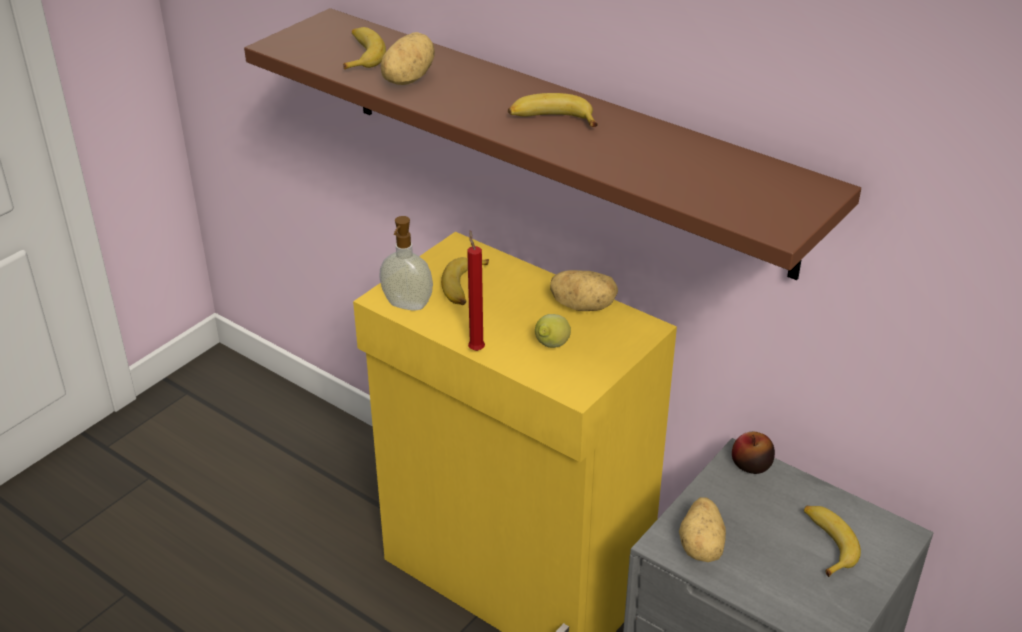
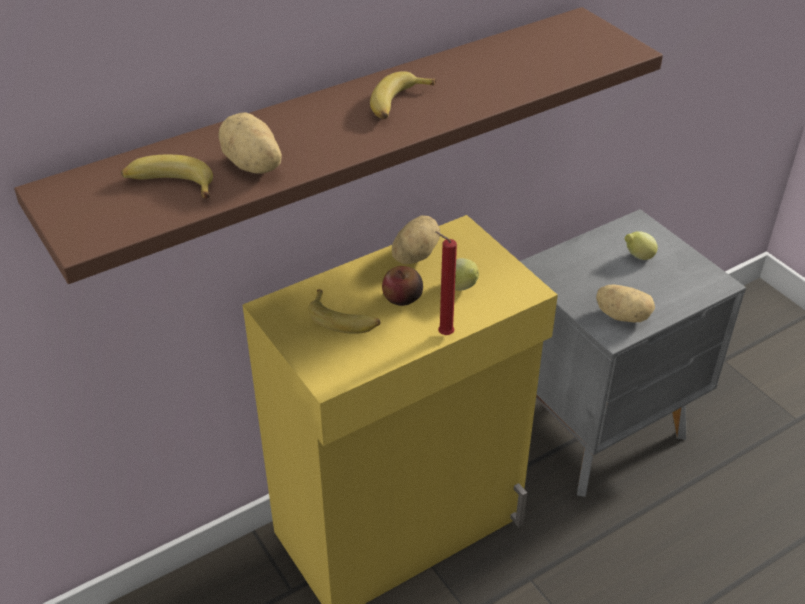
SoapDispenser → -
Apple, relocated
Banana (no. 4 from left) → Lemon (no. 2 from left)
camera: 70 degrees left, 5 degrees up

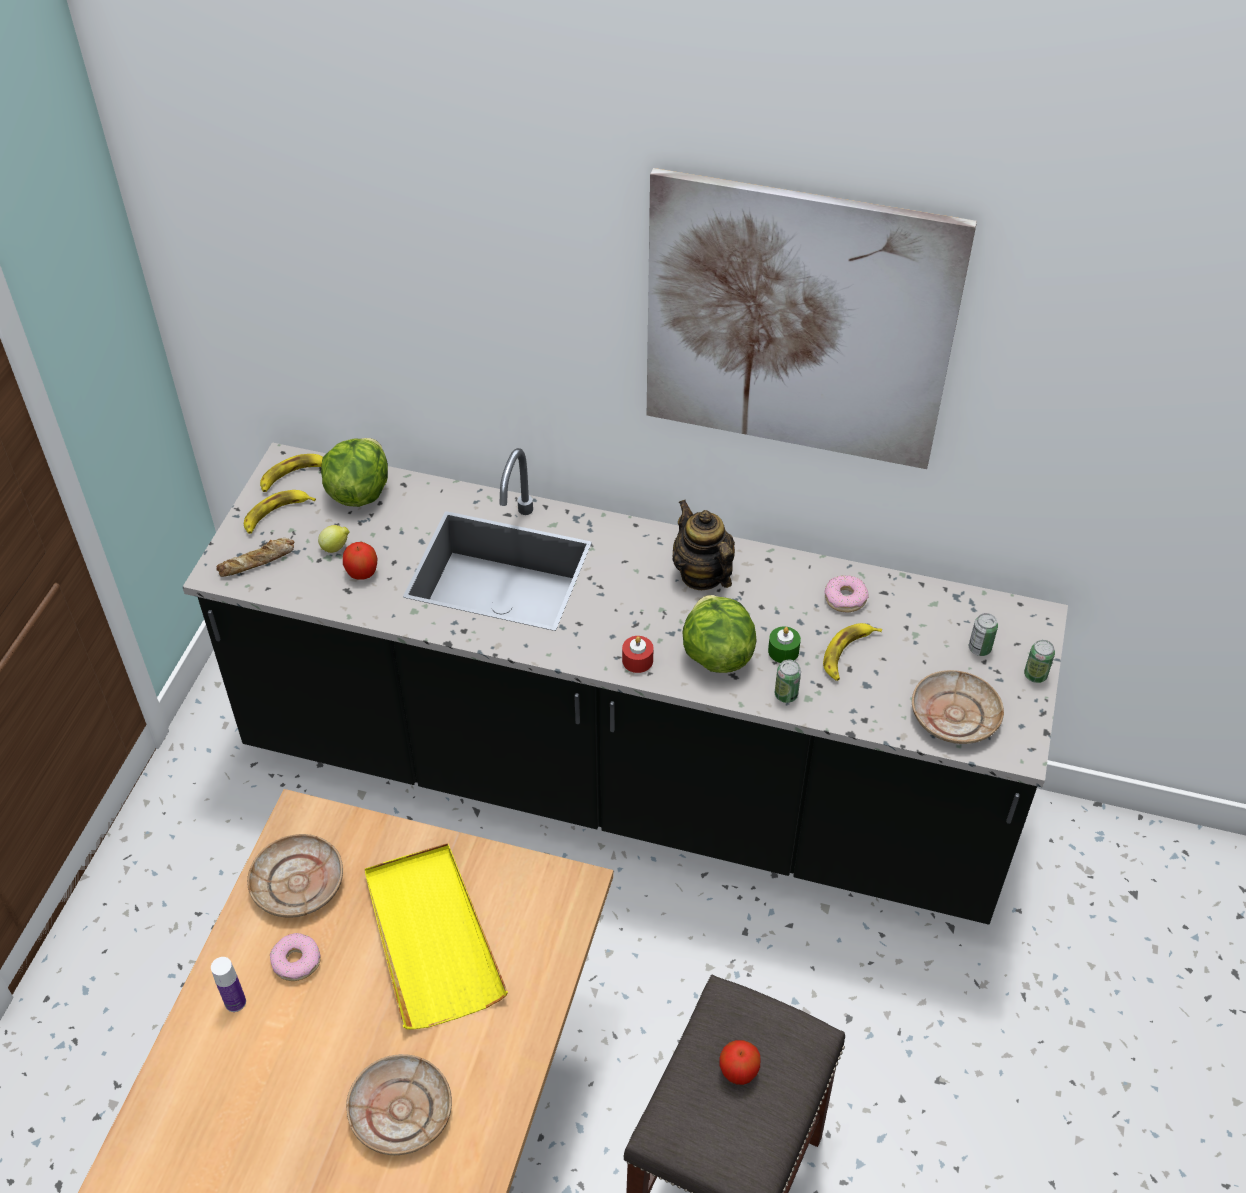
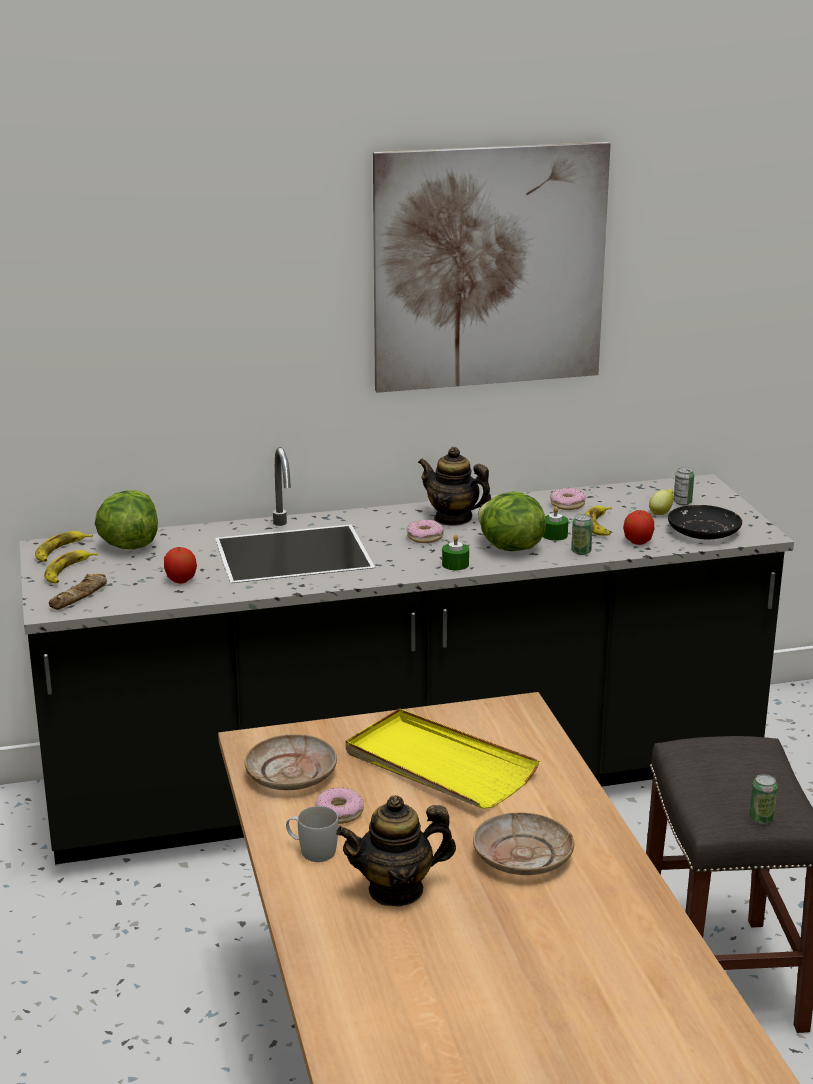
Lemon, relocated
RedCandle → GreenCandle (no. 1 from left)
Can (no. 3 from left), relocated
BeigePlate (no. 3 from left) → BlackPlate
Bottle → WhiteMug
Apple (no. 2 from left), relocated
- → Donut (no. 2 from left)
- → Teapot (no. 1 from left)
camera: 30 degrees left, 25 degrees down

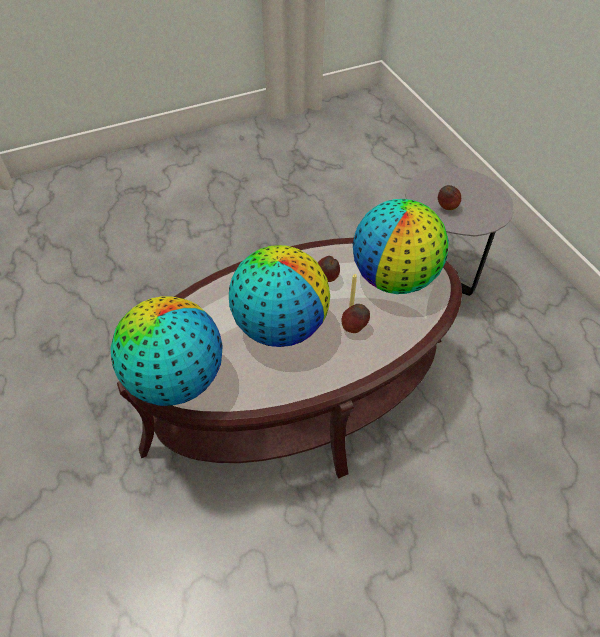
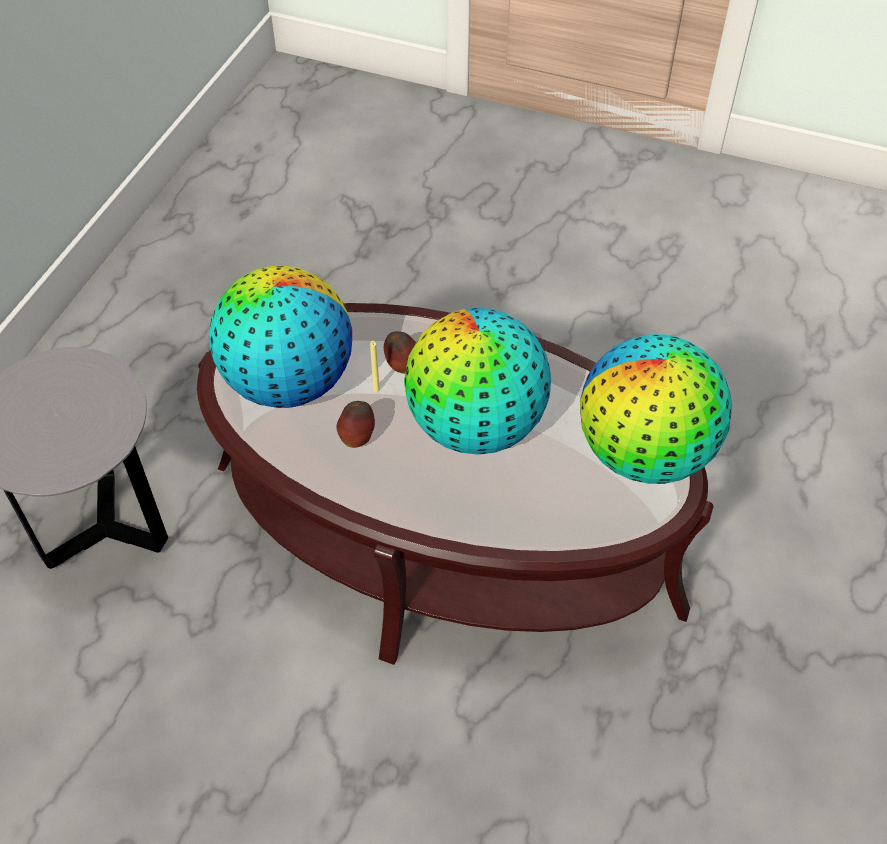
Apple (no. 3 from left) → -
camera: 135 degrees left, 0 degrees up

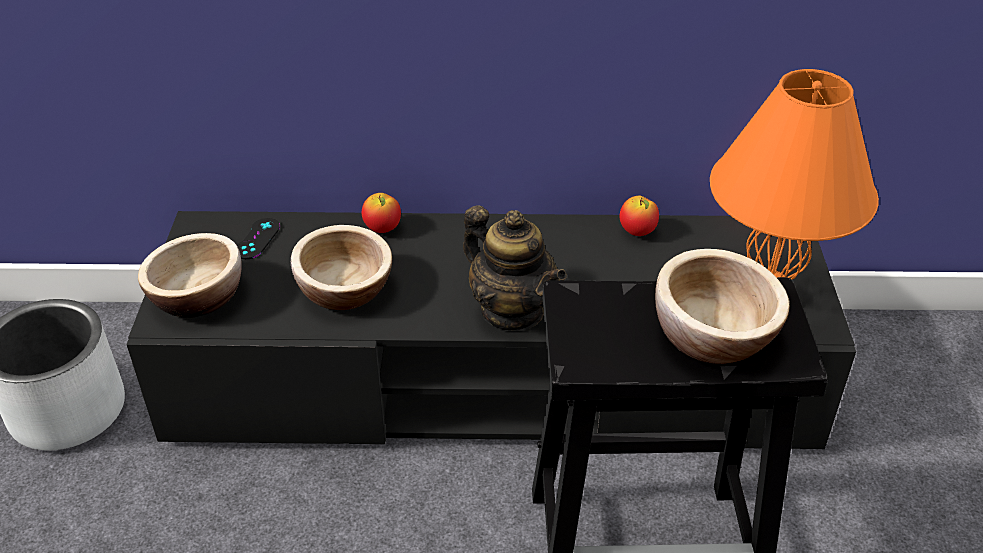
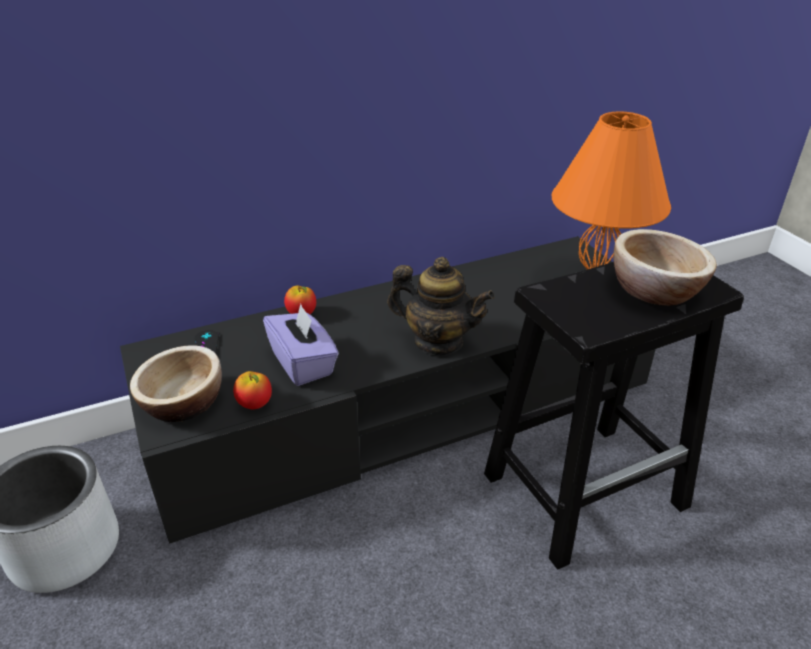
Apple (no. 2 from left in the first image) → Apple (no. 1 from left), relocated
Bowl (no. 2 from left) → PurpleTissueBox
camera: 25 degrees left, 5 degrees down

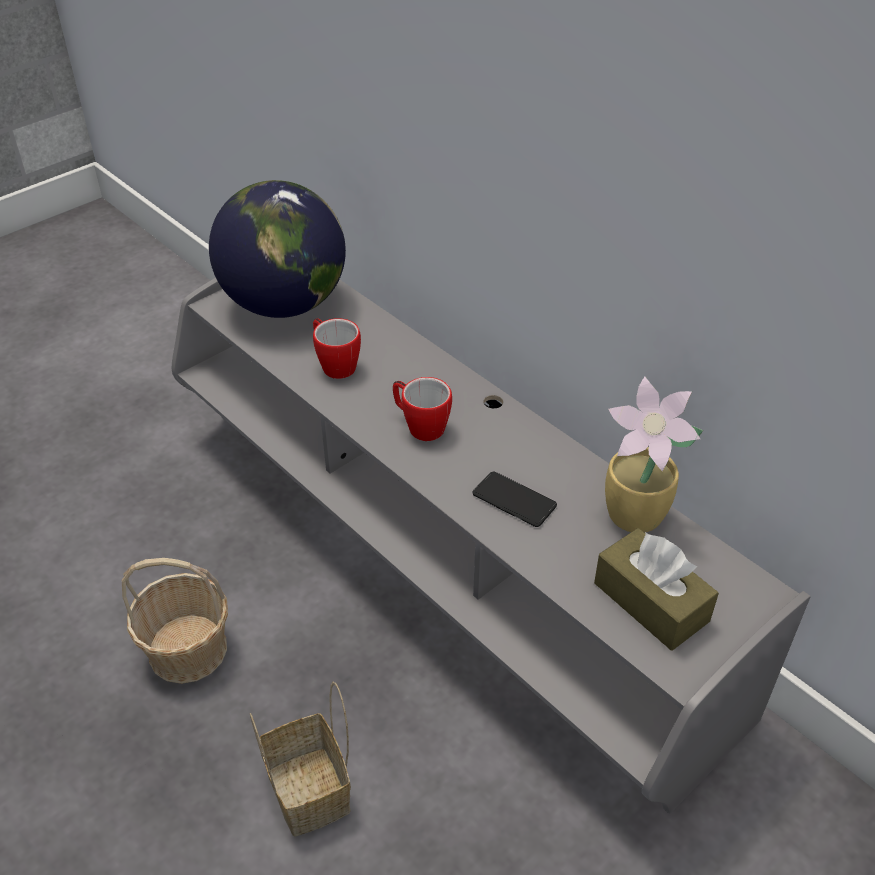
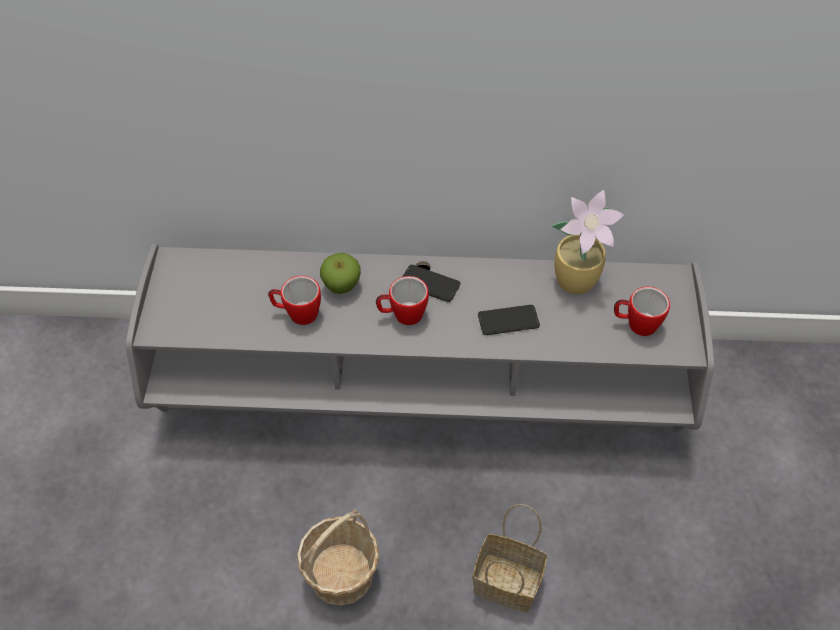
Globe → -
BrownTissueBox → Mug (no. 3 from left)
- → Apple
- → Phone (no. 1 from left)
camera: 45 degrees left, 10 degrees up

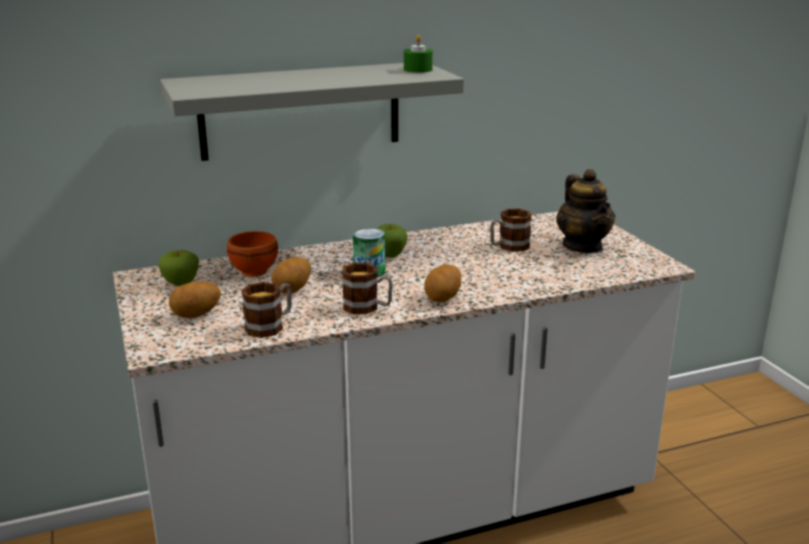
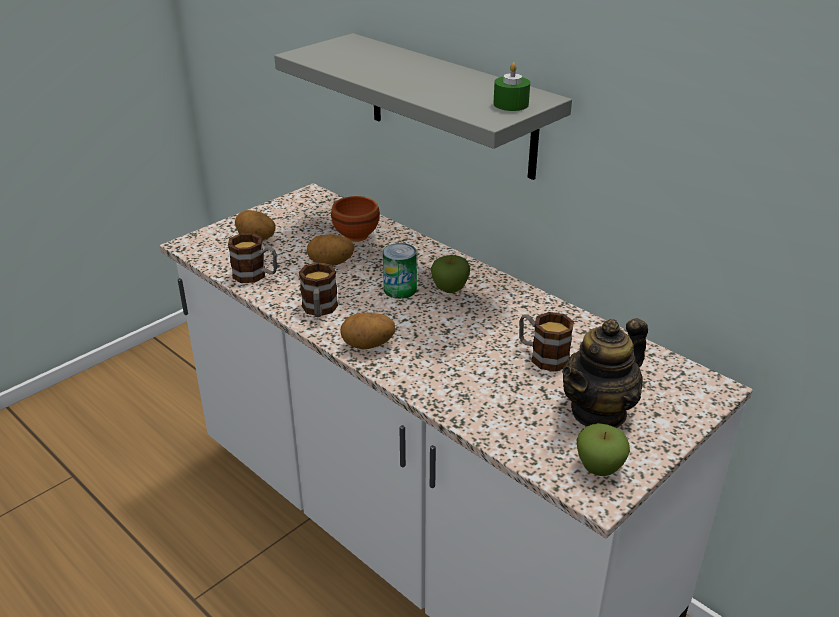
Apple (no. 1 from left in the first image) → Apple (no. 2 from left), relocated
camera: 65 degrees right, 10 degrees up

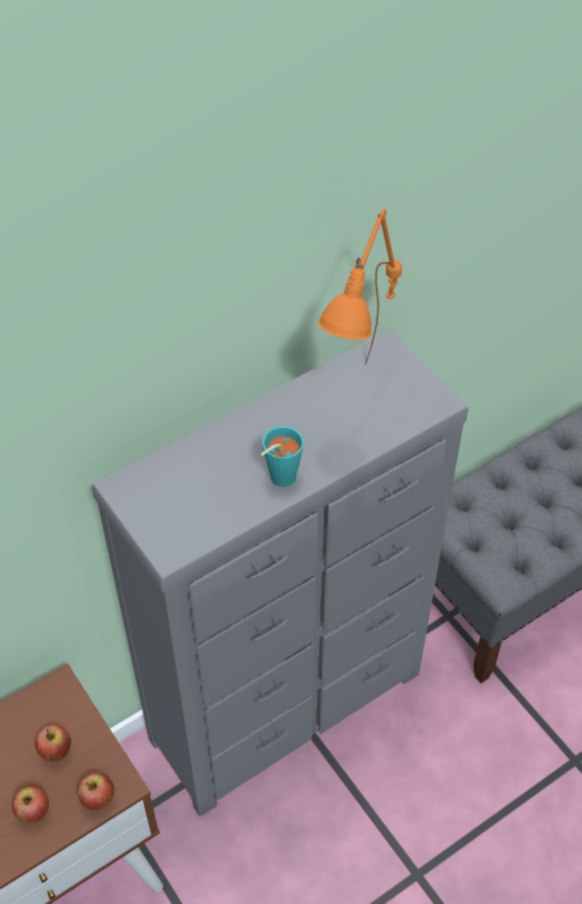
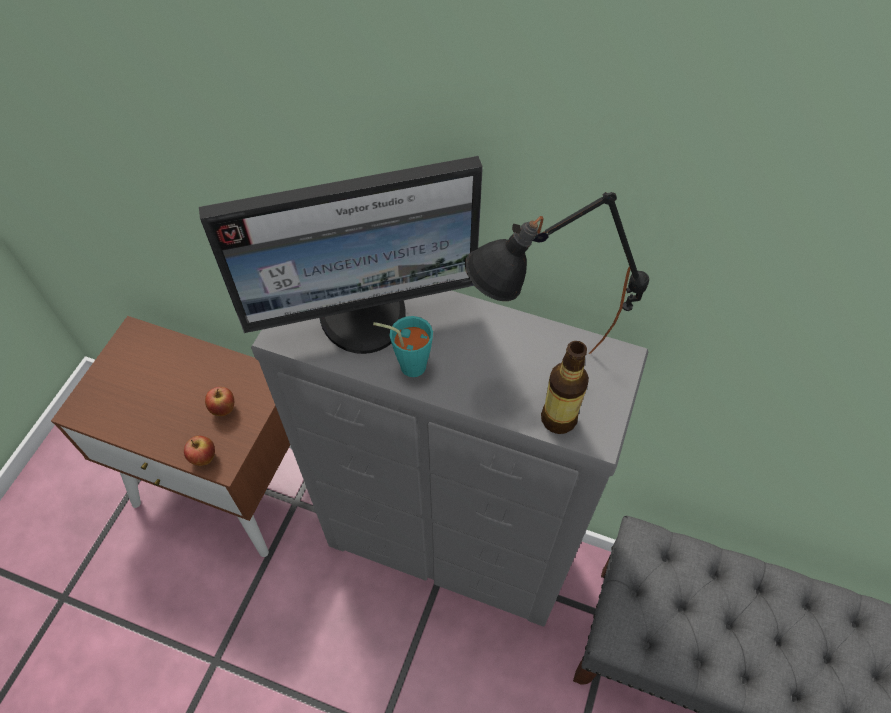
OrangeTableLamp → BlackTableLamp
Apple (no. 1 from left) → -
- → Monitor
- → Bottle
camera: 55 degrees right, 5 degrees up

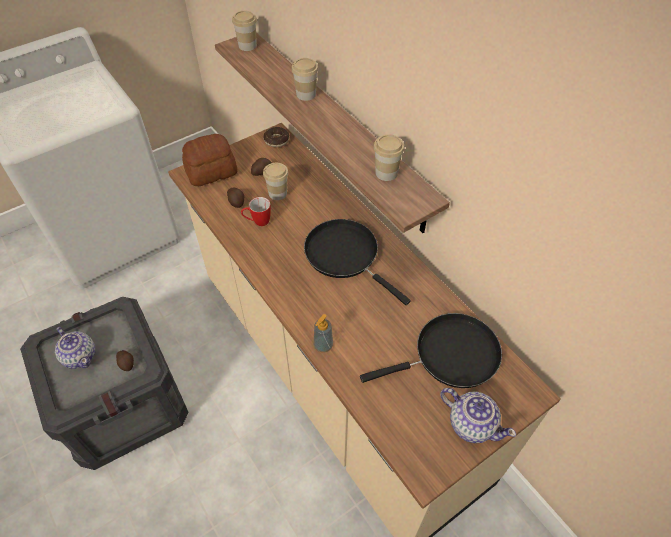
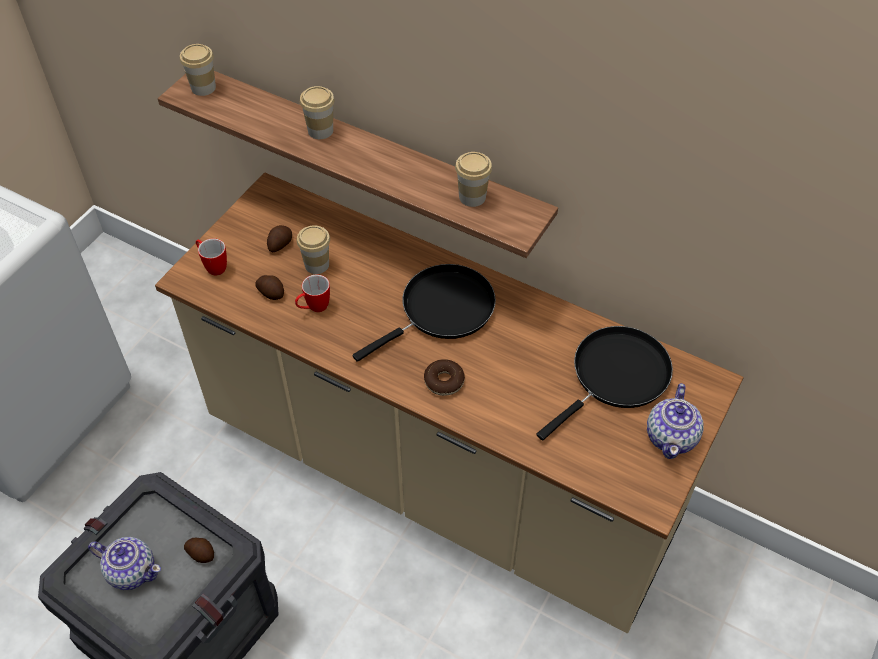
Donut, relocated
Bread → Mug (no. 1 from left)
BlackFryingPan (no. 1 from left), 120 degrees clockwise
SoapDispenser → -
Teapot (no. 2 from left), 90 degrees clockwise
camera: 25 degrees left, 0 degrees up

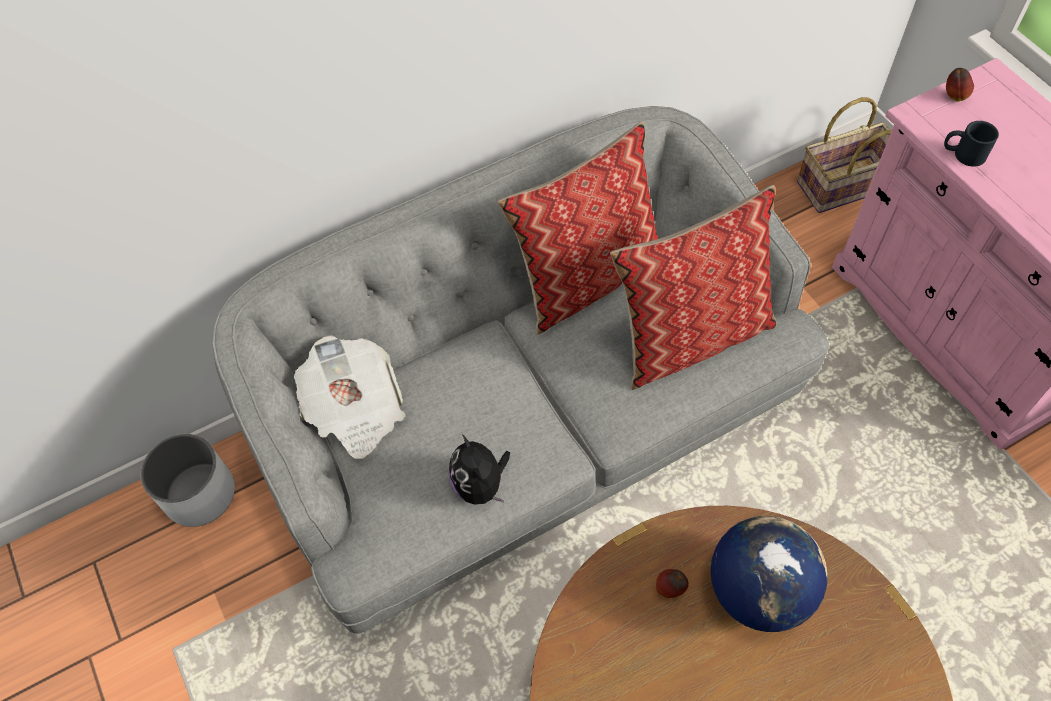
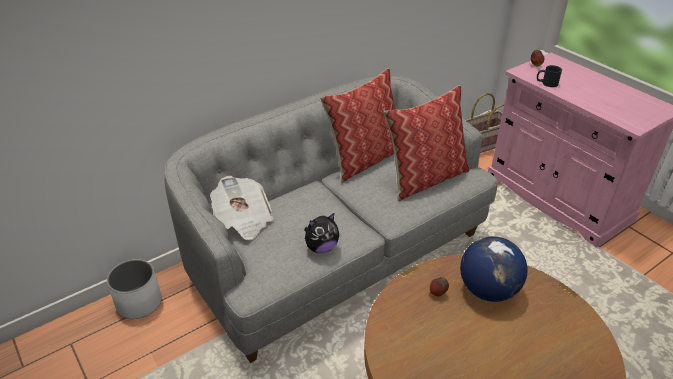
PlushToy, 90 degrees counterclockwise
camera: 10 degrees left, 20 degrees down

